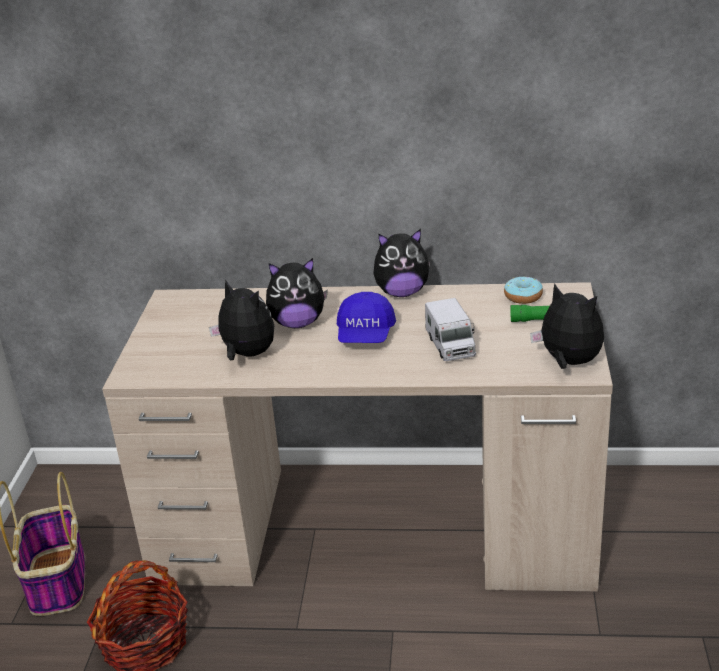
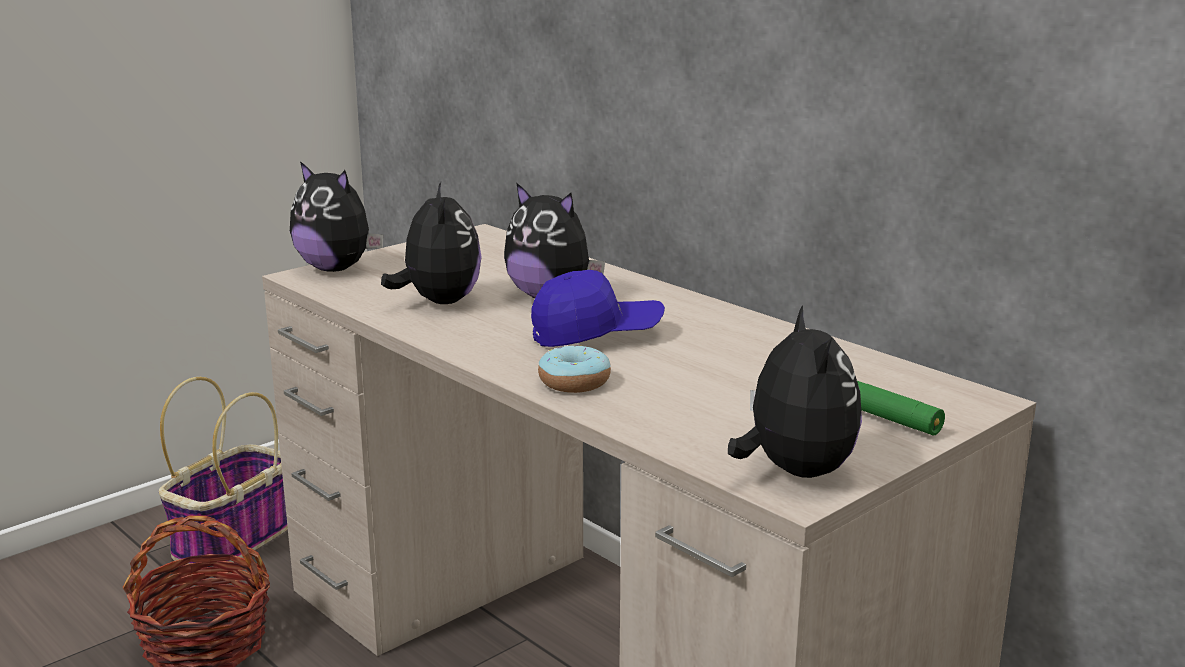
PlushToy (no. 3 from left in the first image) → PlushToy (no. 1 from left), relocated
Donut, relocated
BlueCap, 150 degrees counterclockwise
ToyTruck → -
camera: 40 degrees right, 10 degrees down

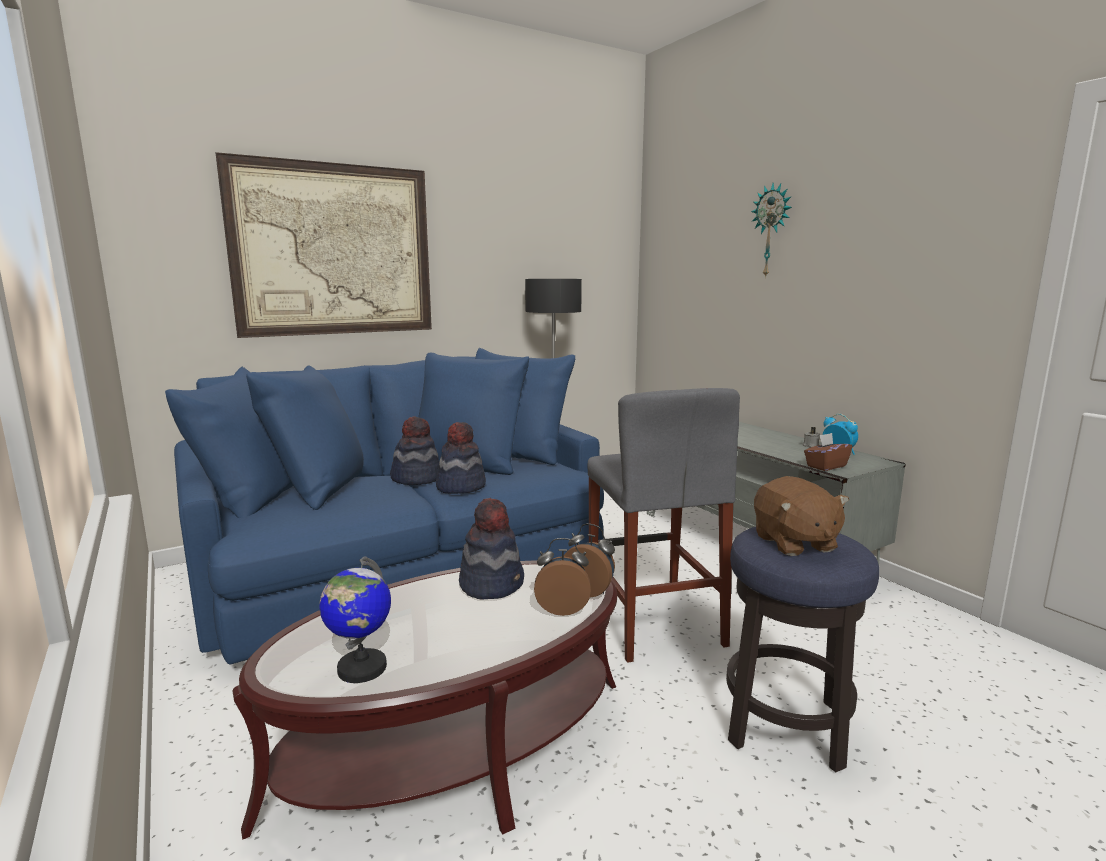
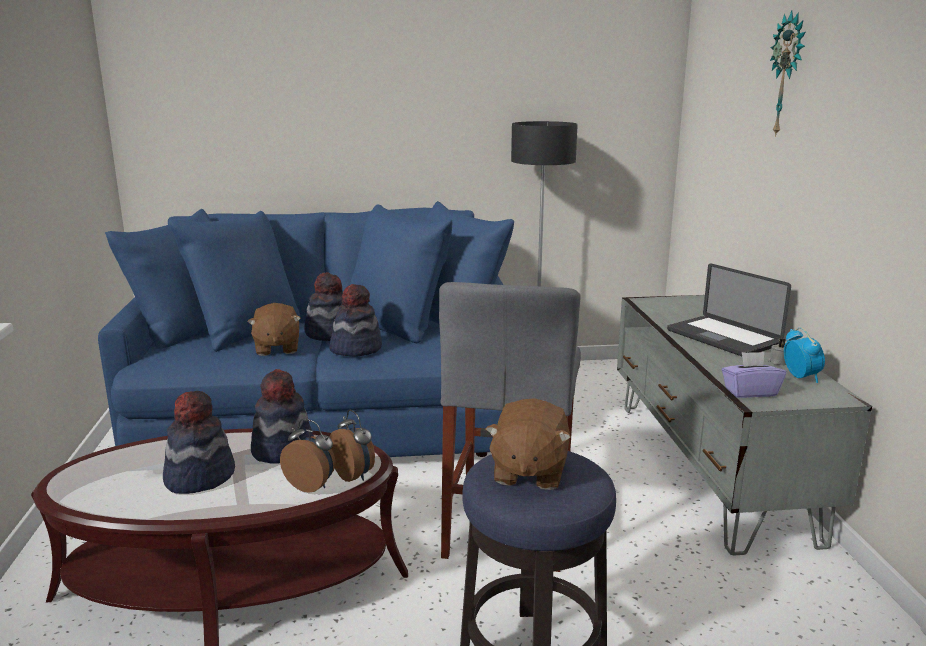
Picture → -
BrownTissueBox → PurpleTissueBox
Globe → -
- → Laptop
- → BrownPlushToy (no. 1 from left)
- → Hat (no. 1 from left)
camera: 25 degrees right, 5 degrees up

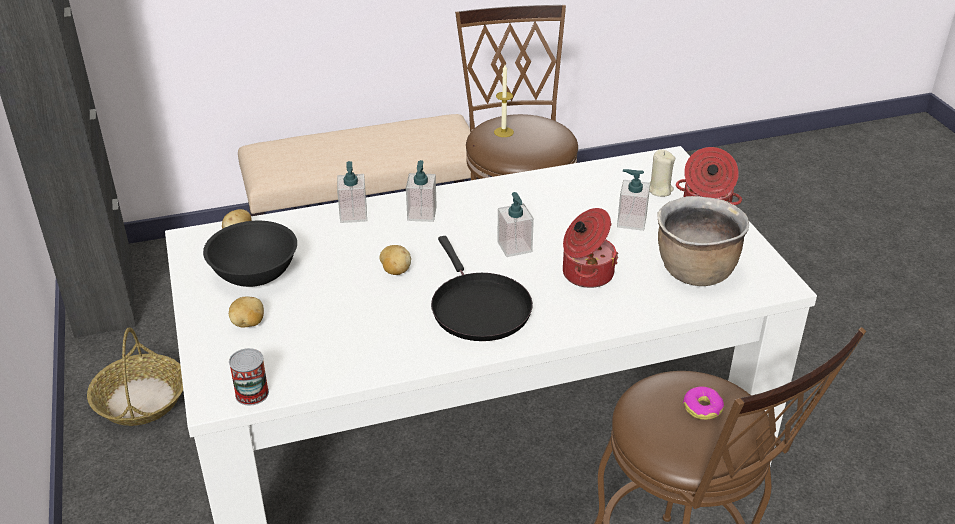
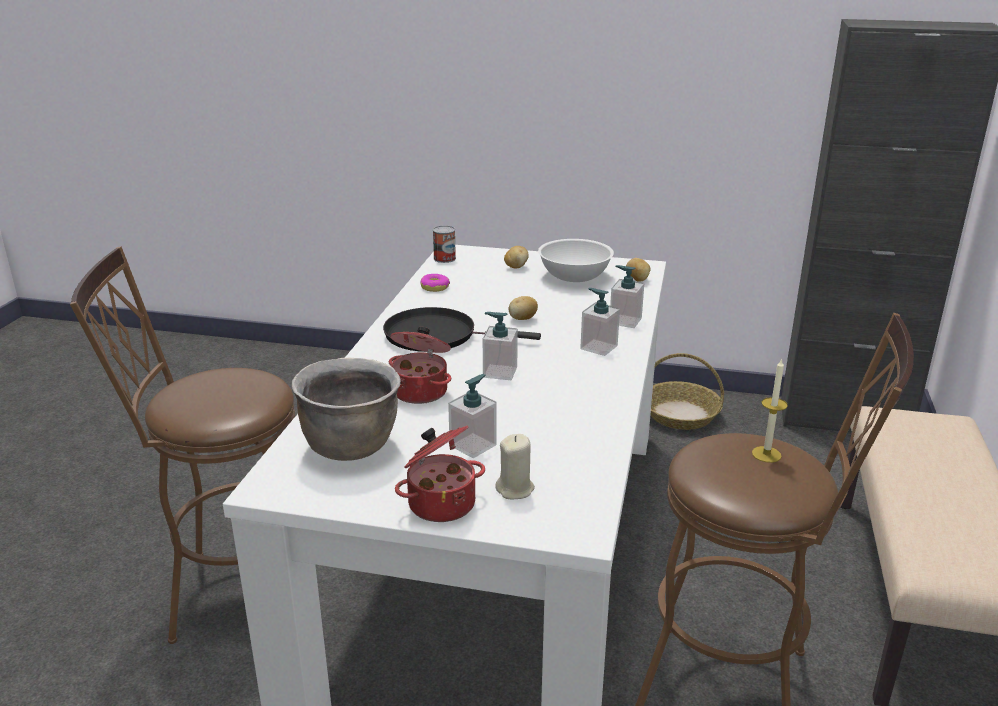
BlackBowl → WhiteBowl
Donut, relocated
camera: 120 degrees right, 10 degrees down

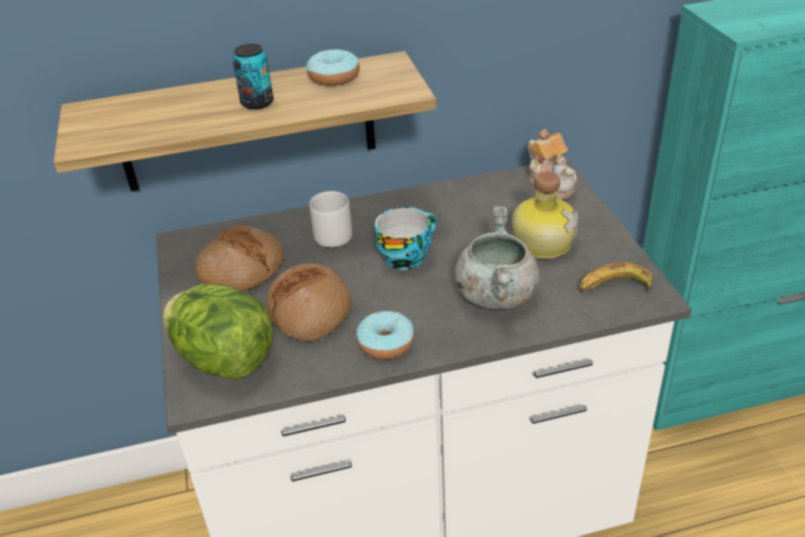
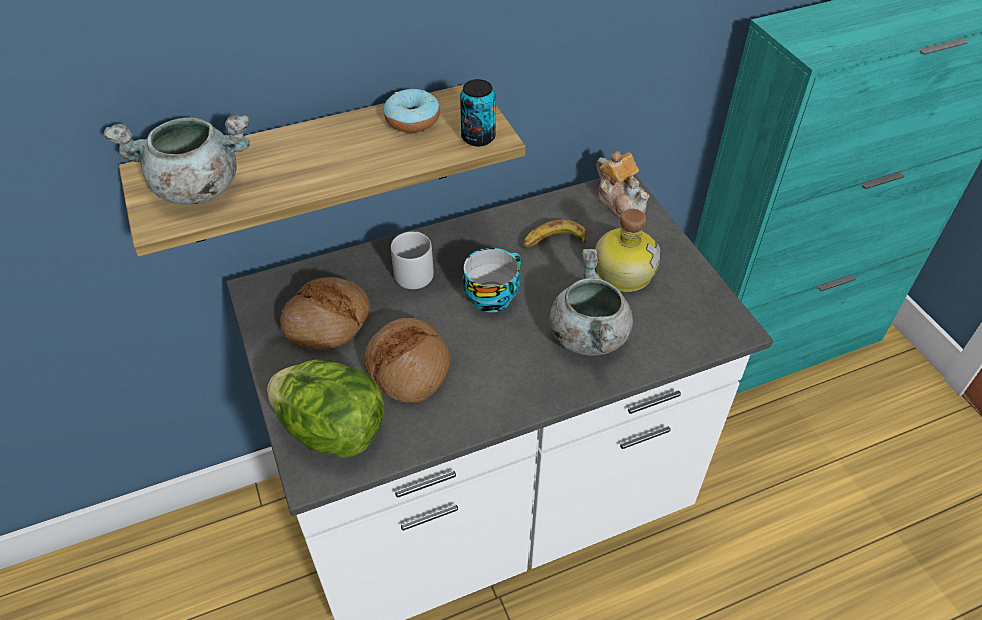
Can, relocated
Banana, relocated
Donut (no. 2 from left) → -
- → GreyCookingPot (no. 1 from left)
camera: 10 degrees left, 10 degrees up

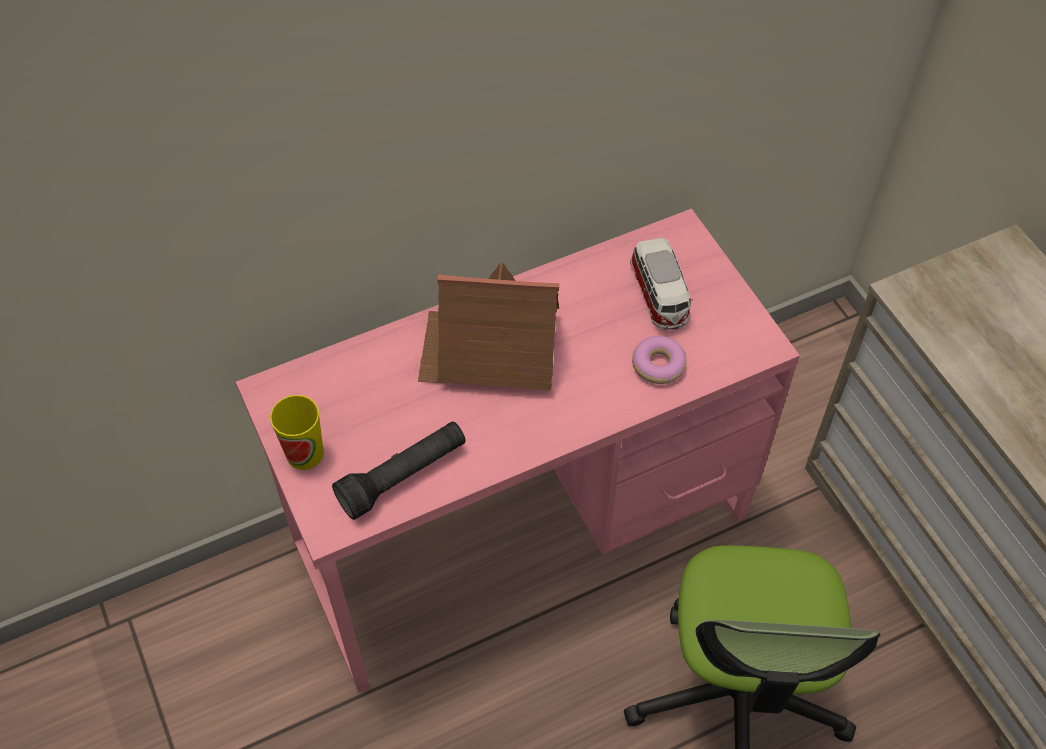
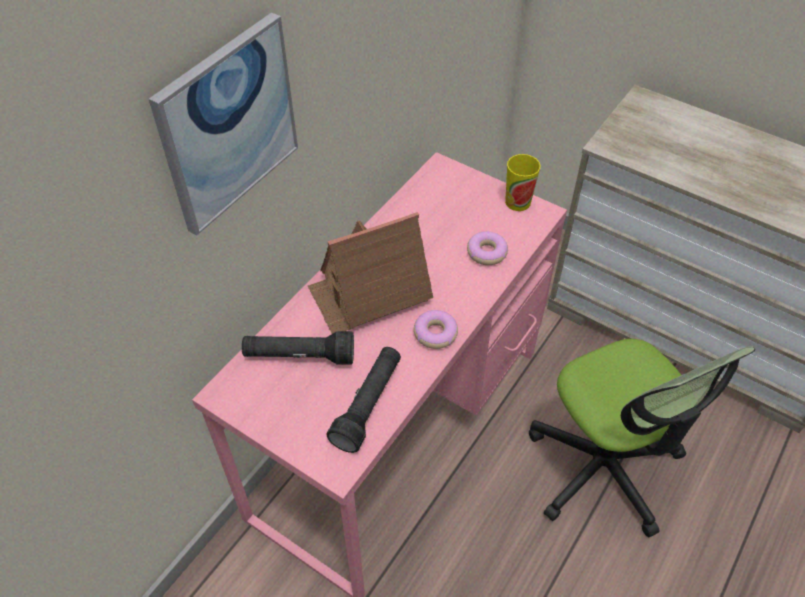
ToyCar → -
Cup, relocated
- → Picture
- → Donut (no. 1 from left)
- → BlackFlashlight (no. 1 from left)
camera: 30 degrees left, 5 degrees down

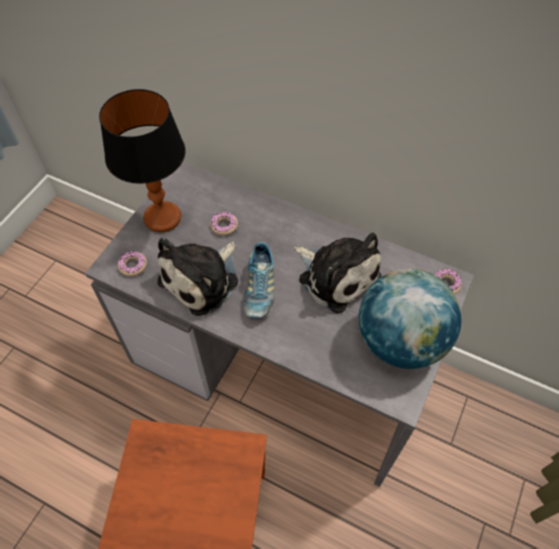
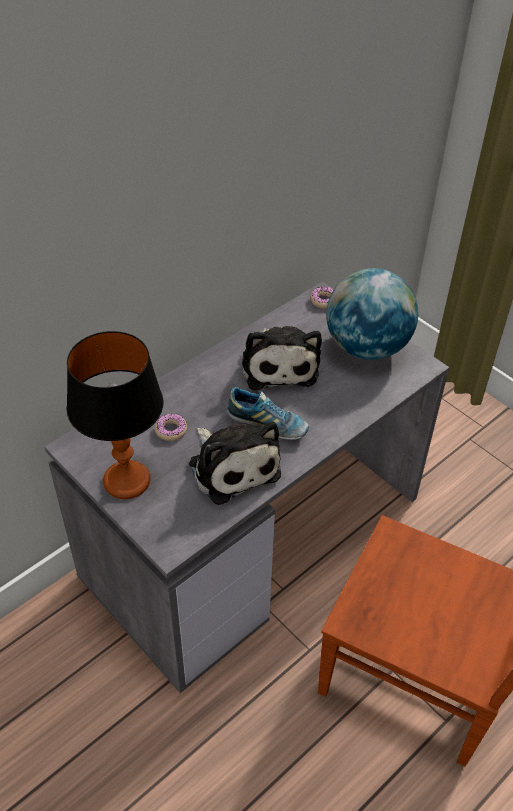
PlushToy (no. 2 from left), 105 degrees clockwise
Donut (no. 1 from left) → -
camera: 70 degrees left, 10 degrees down

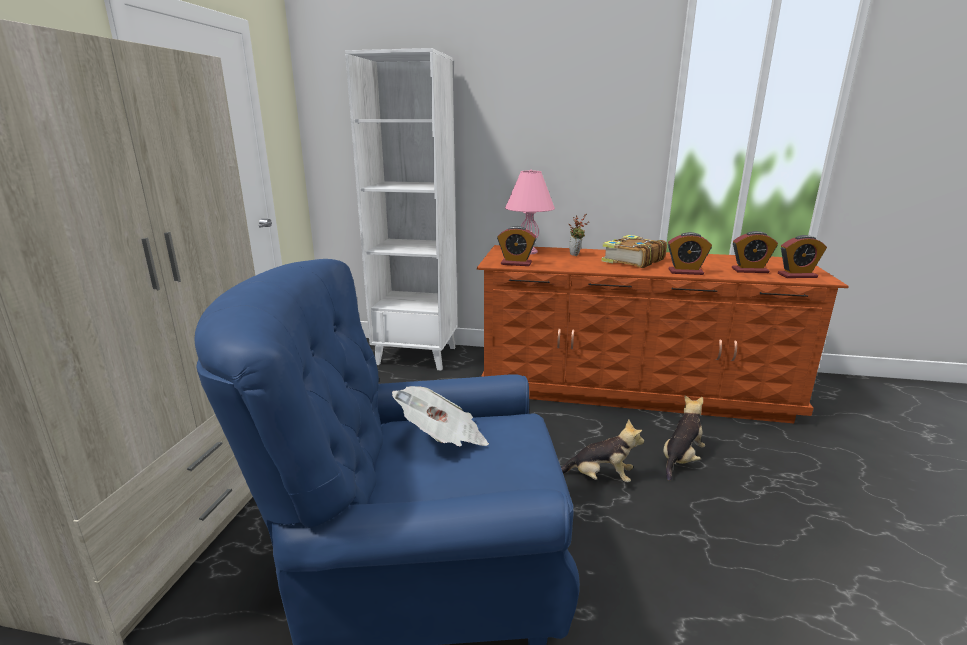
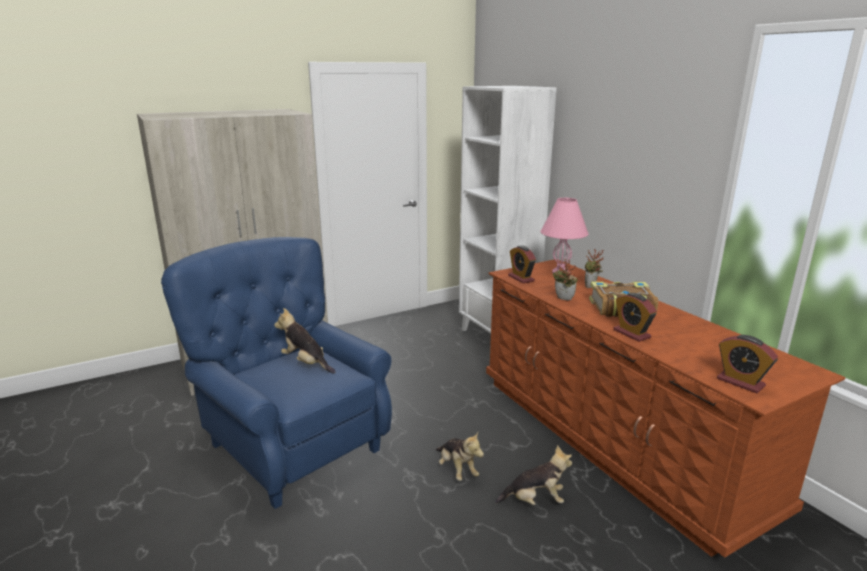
AlarmClock (no. 3 from left) → -
Newspaper → PlushToy (no. 1 from left)
- → PottedPlant (no. 1 from left)
camera: 50 degrees right, 0 degrees up

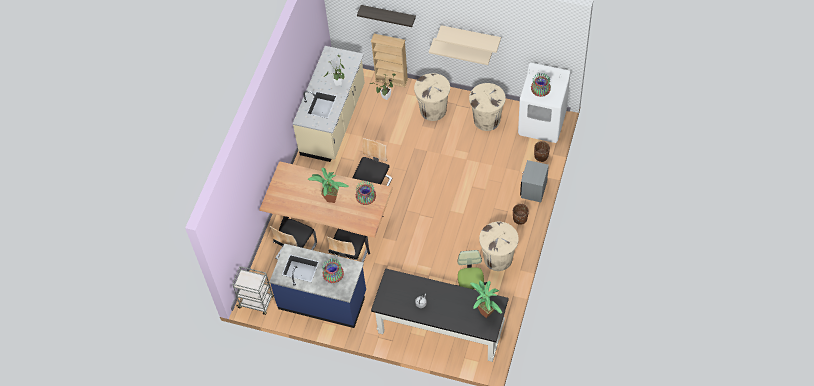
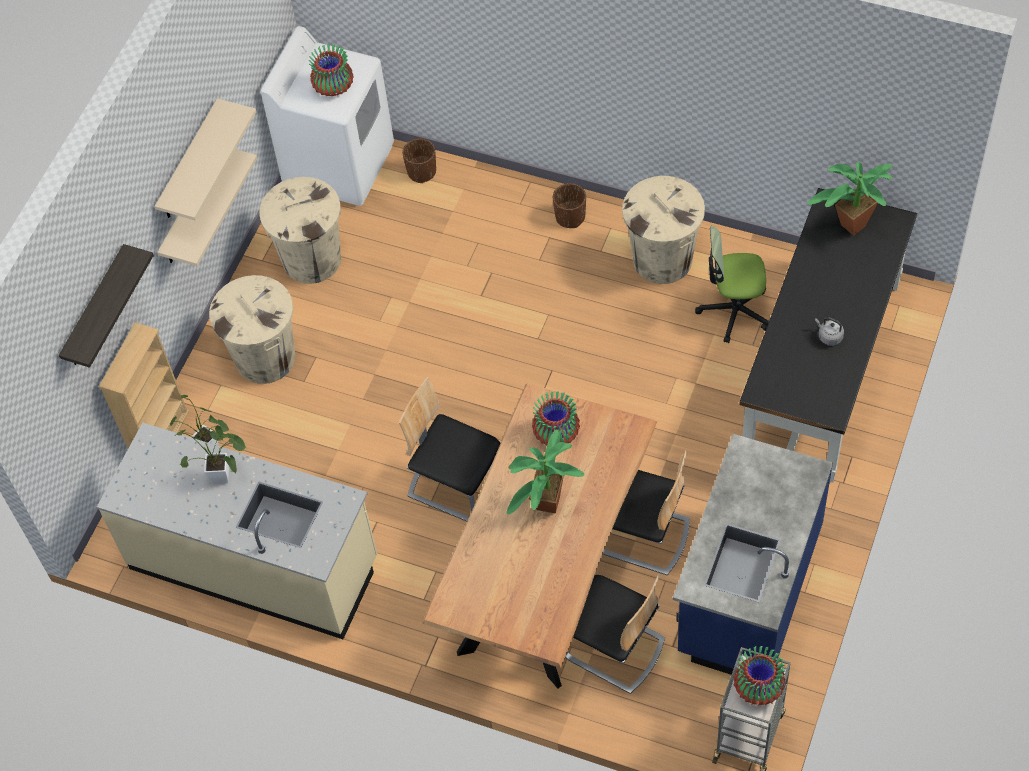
GreyNightstand → -
Vase (no. 1 from left in the first image) → Vase (no. 3 from left), relocated
camera: 85 degrees left, 0 degrees up

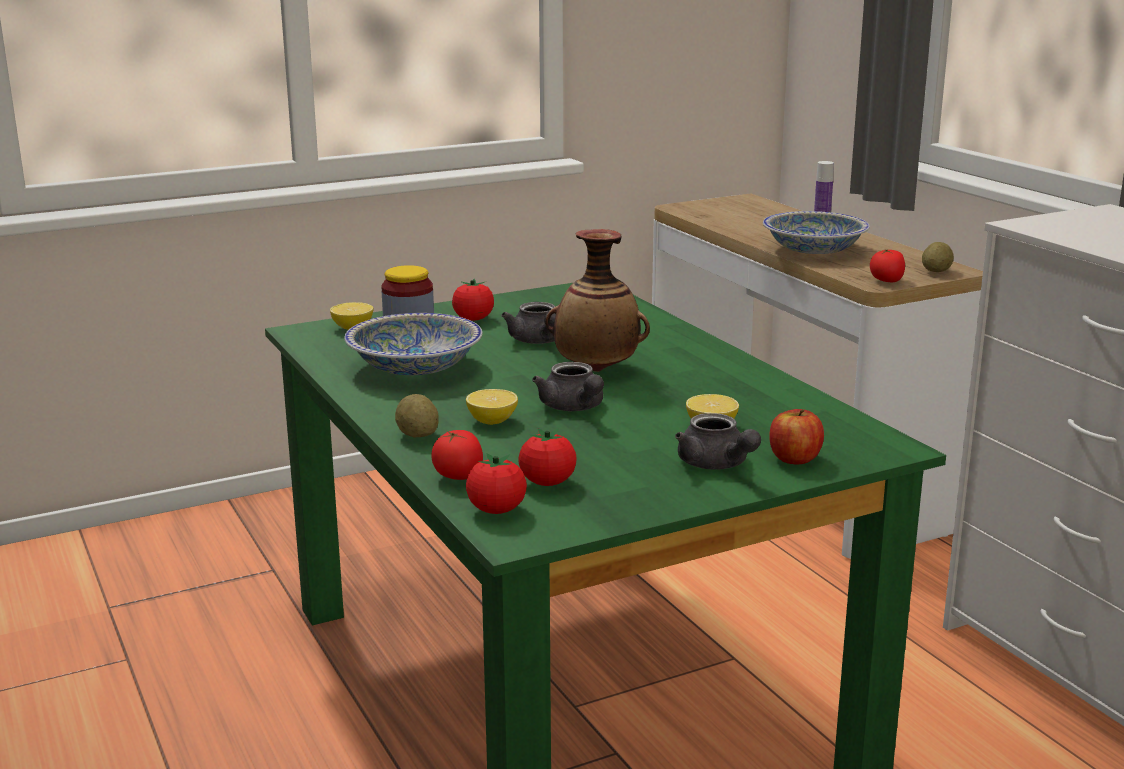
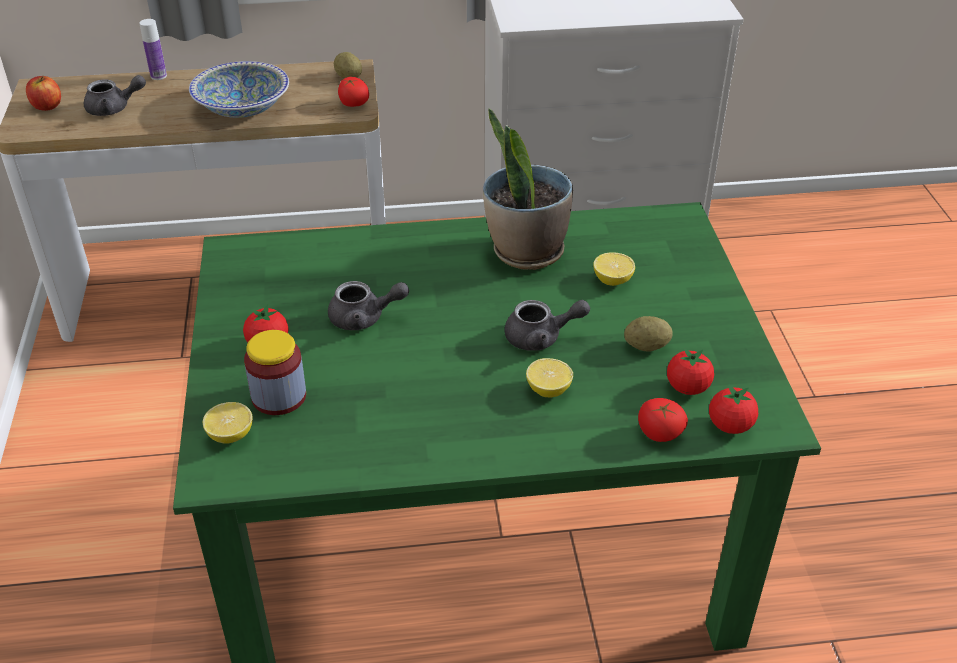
Vase → -
Bowl (no. 1 from left) → -
Potato (no. 1 from left in the first image) → Potato (no. 2 from left), relocated
Apple, relocated
GreyTeapot (no. 3 from left in the first image) → GreyTeapot (no. 1 from left), relocated
- → PottedPlant
camera: 70 degrees left, 20 degrees up

